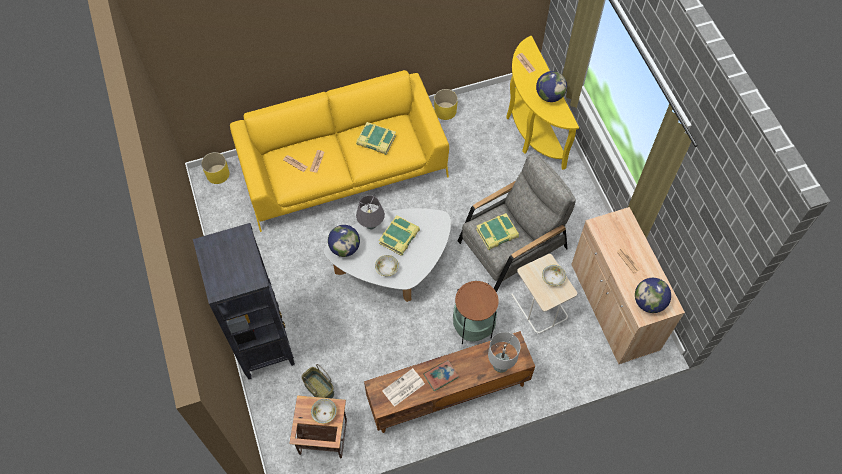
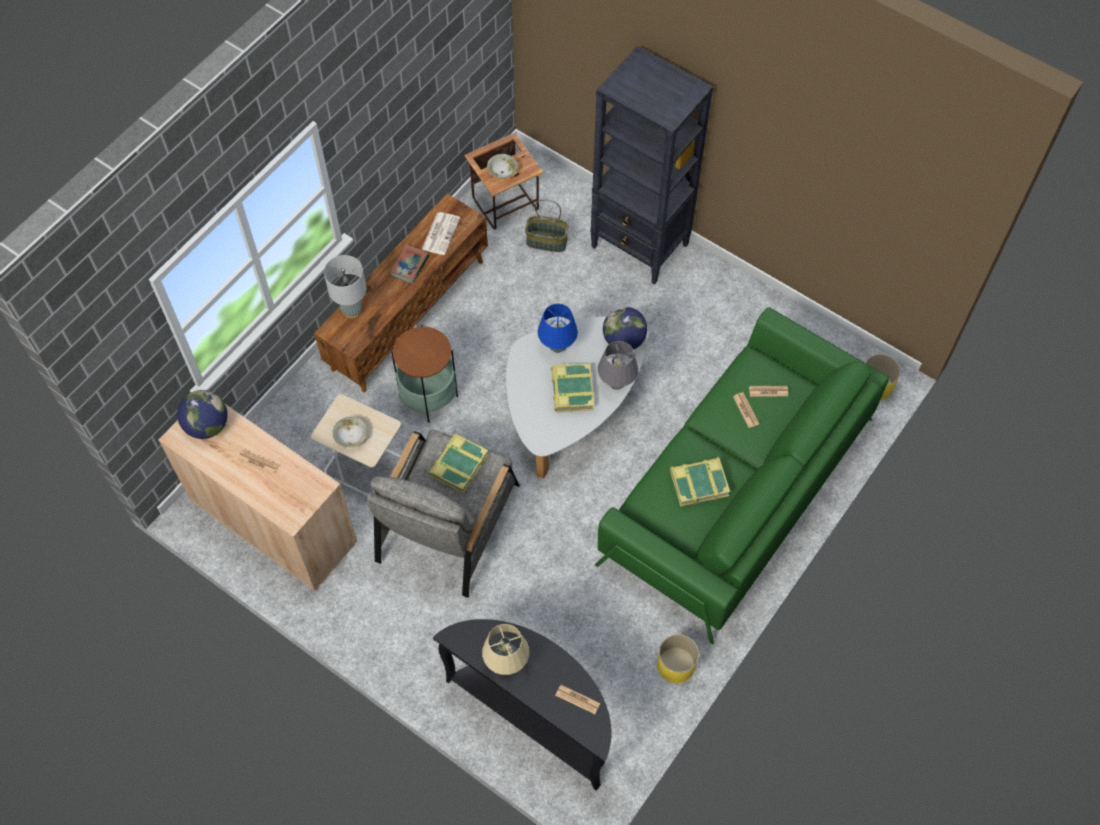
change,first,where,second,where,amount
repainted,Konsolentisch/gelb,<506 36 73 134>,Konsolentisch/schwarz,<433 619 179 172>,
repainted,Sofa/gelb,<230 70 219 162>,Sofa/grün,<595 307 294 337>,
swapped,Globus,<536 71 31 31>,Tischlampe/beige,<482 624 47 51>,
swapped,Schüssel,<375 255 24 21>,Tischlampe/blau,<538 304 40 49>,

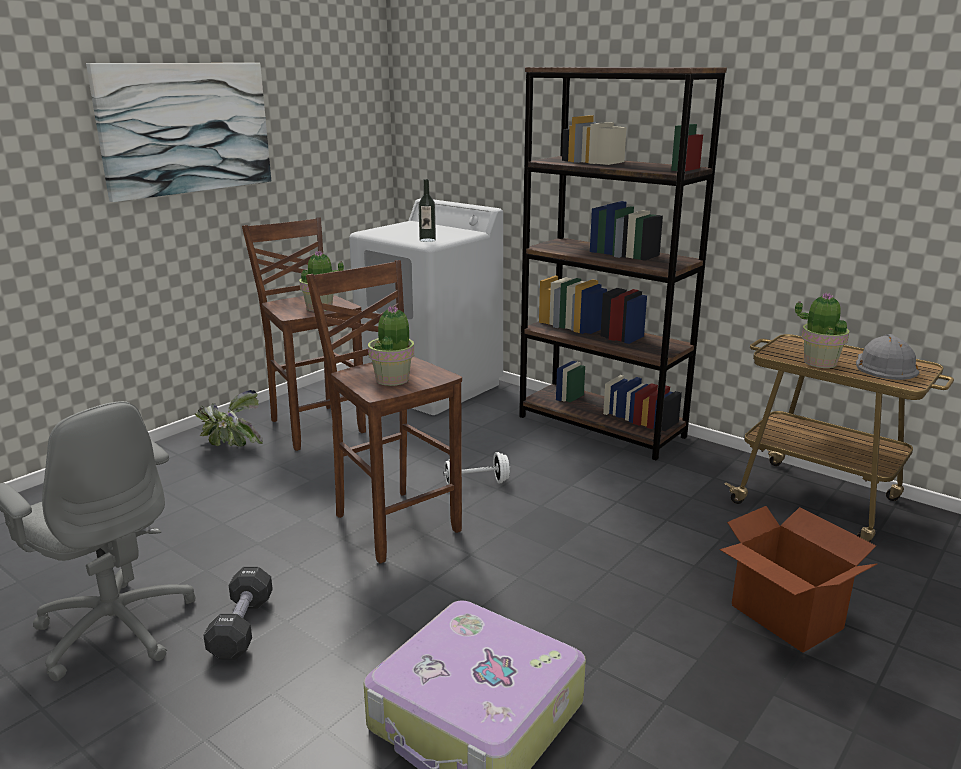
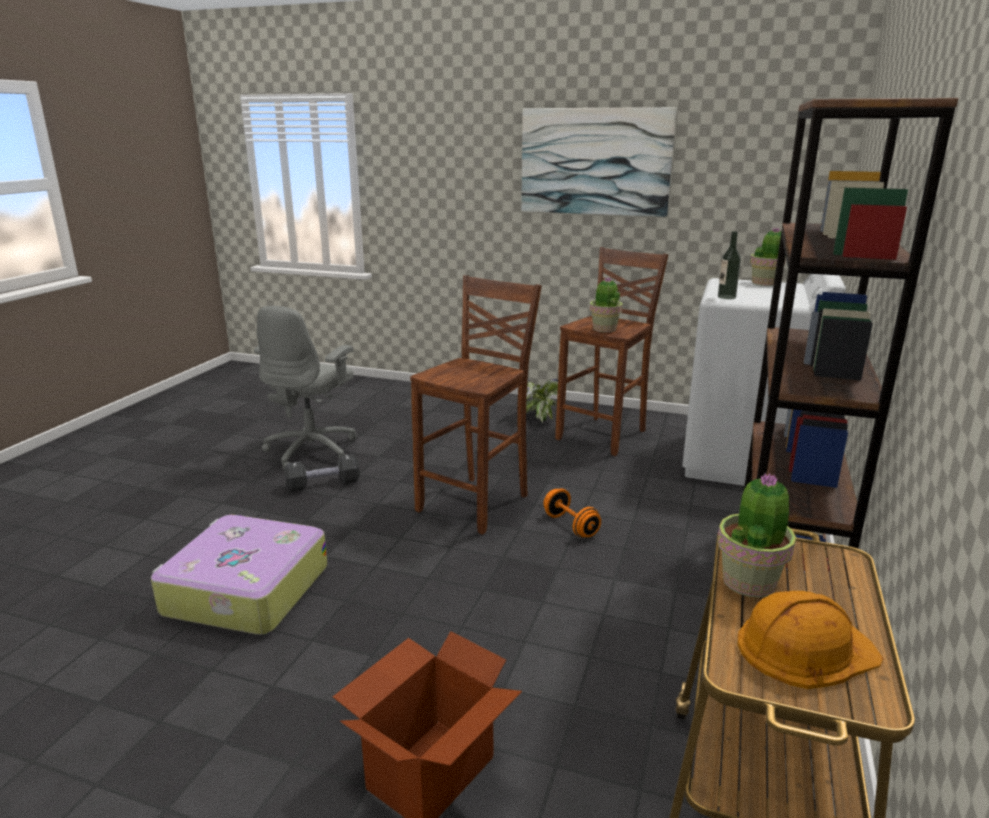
change,first,where,second,where,amount
shifted,Topfpflanze,<368 305 46 81>,,<750 228 36 58>,
repainted,Schutzhelm/grau,<856 334 64 46>,Schutzhelm/orange,<737 591 147 98>,
repainted,Hantel/weiß,<443 452 67 33>,Hantel/orange,<543 488 58 49>,

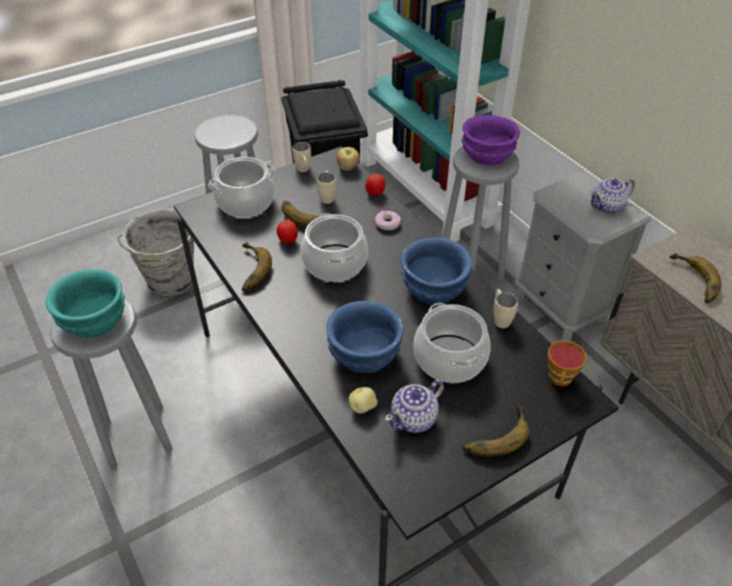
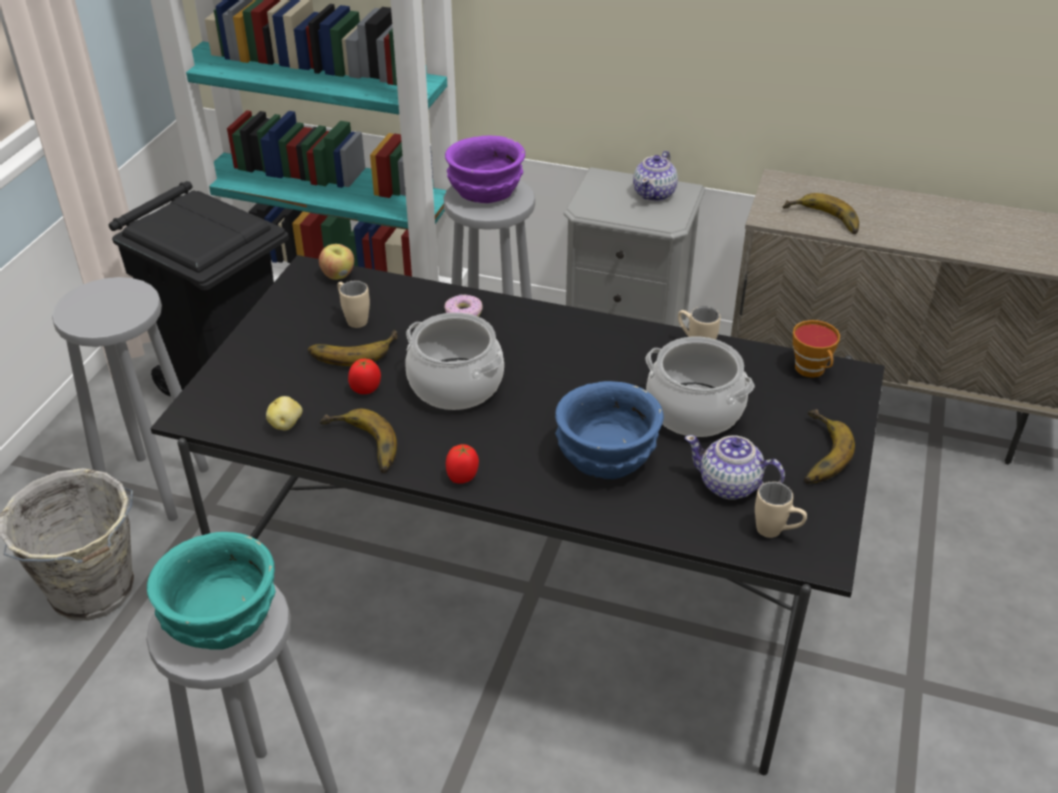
change,first,where,second,where,amount
shifted,Henkelbecher/beige,<292 142 19 30>,,<755 481 52 57>,
gone,Kochtopf,<208 157 68 61>,,,
shifted,Tomate,<365 174 20 22>,,<446 444 33 40>,
gone,Schüssel/blau,<401 237 71 68>,,,
rotated,Teekanne,<385 379 59 54>,,<685 435 100 65>,105 degrees clockwise
shifted,Kartoffel,<349 387 29 27>,,<266 396 36 34>,

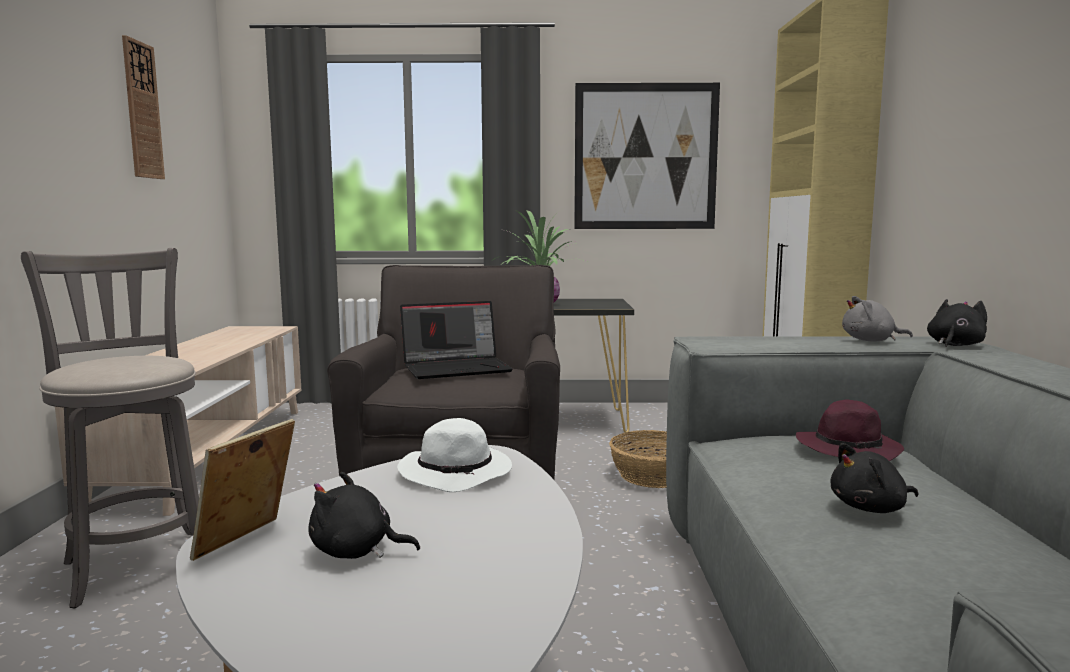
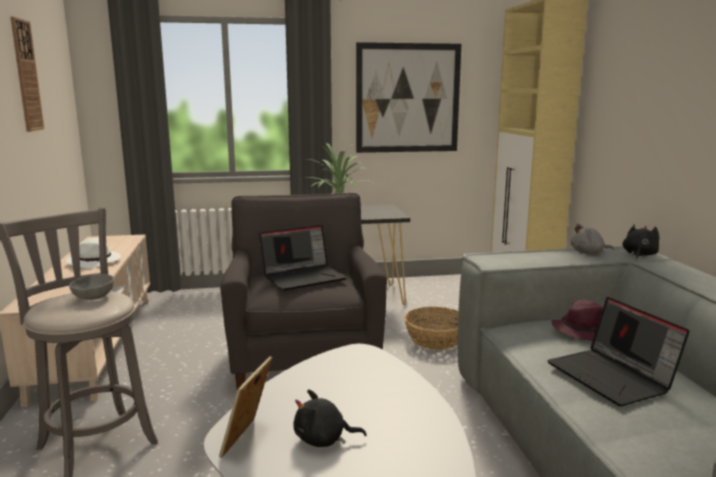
change,first,where,second,where,amount
shifted,Hut/weiß,<397 418 115 74>,,<66 238 55 31>,
swapped,Plüschtier/schwarz,<830 443 89 70>,Laptop,<547 297 143 109>,
new,,,Schüssel/grau,<69 274 45 26>,

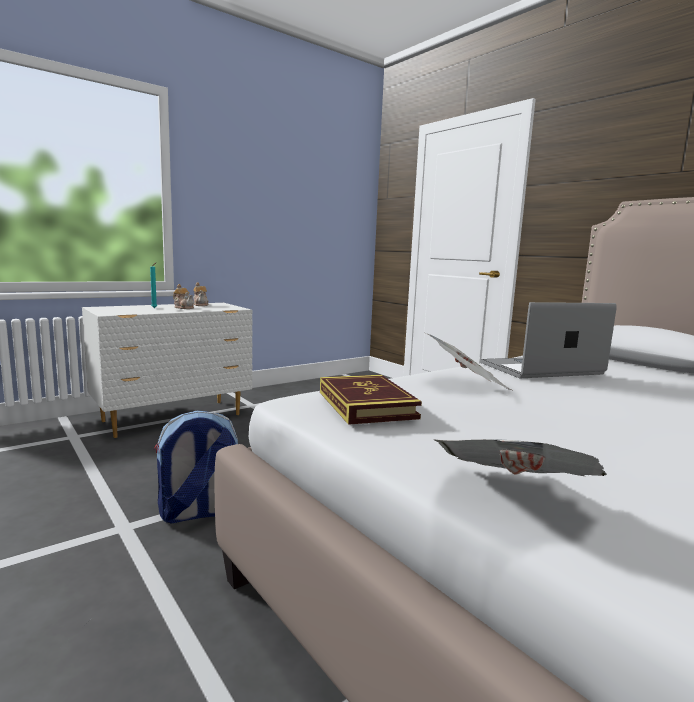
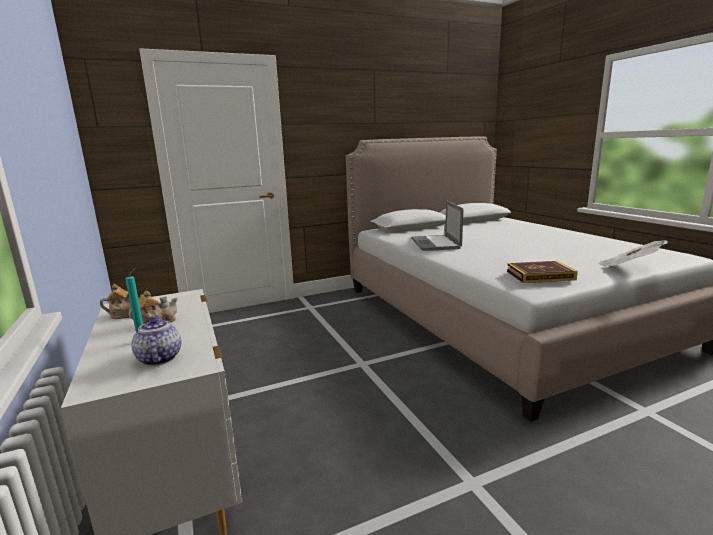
change,first,where,second,where,amount
gone,Zeitung,<426 333 86 57>,,,
gone,Rucksack,<154 410 84 113>,,,
new,,,Teekanne,<132 316 49 50>,

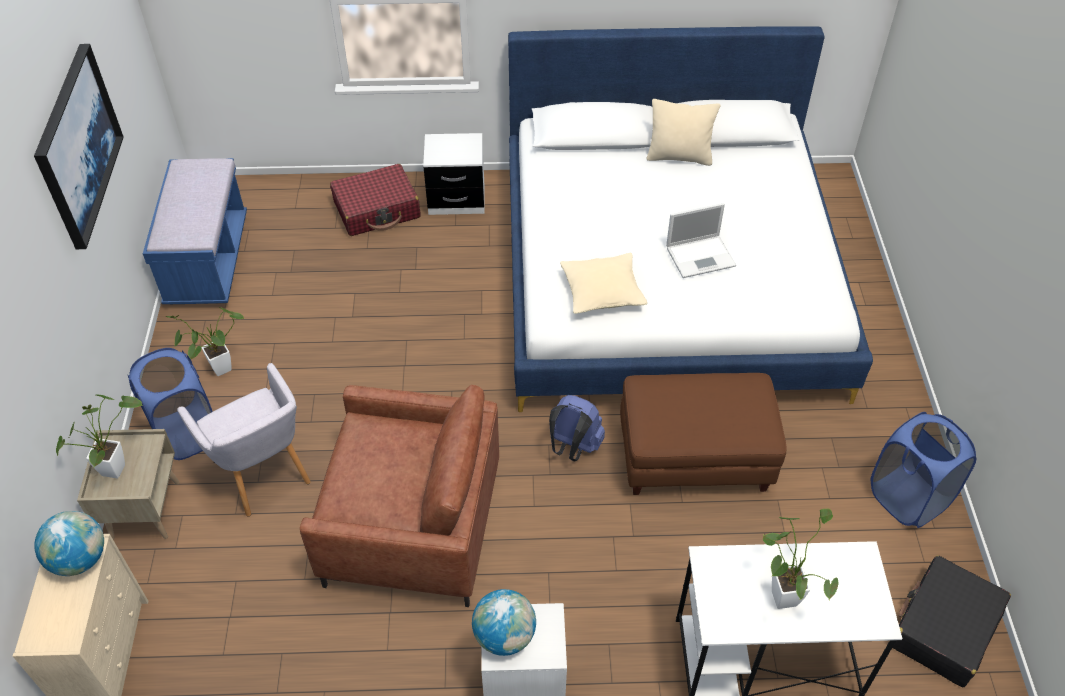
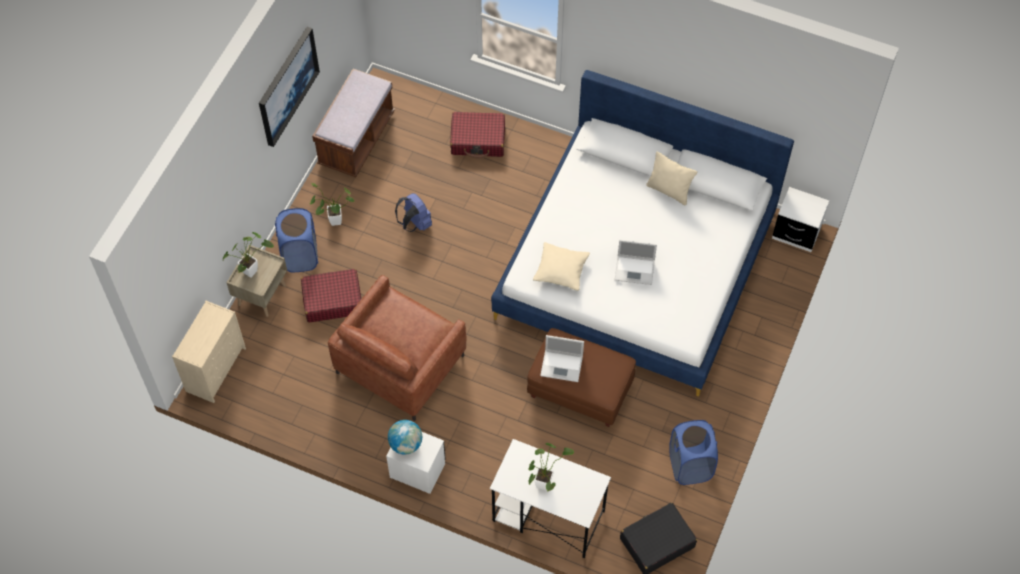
change,first,where,second,where,amount
shifted,Nachttisch/weiß,<423 133 61 82>,,<772 187 57 65>,
repainted,Bank/blau,<143 158 104 146>,Bank/braun,<312 69 83 108>,
swapped,Sessel/grau,<177 363 134 153>,Koffer/rot,<301 269 60 53>,
rotated,Sessel/braun,<300 385 199 222>,,<328 275 139 146>,90 degrees clockwise
shifted,Rucksack/blau,<549 395 56 67>,,<395 193 37 39>,
gone,Globus,<35 511 69 65>,,,
new,,,Laptop,<540 335 44 47>,

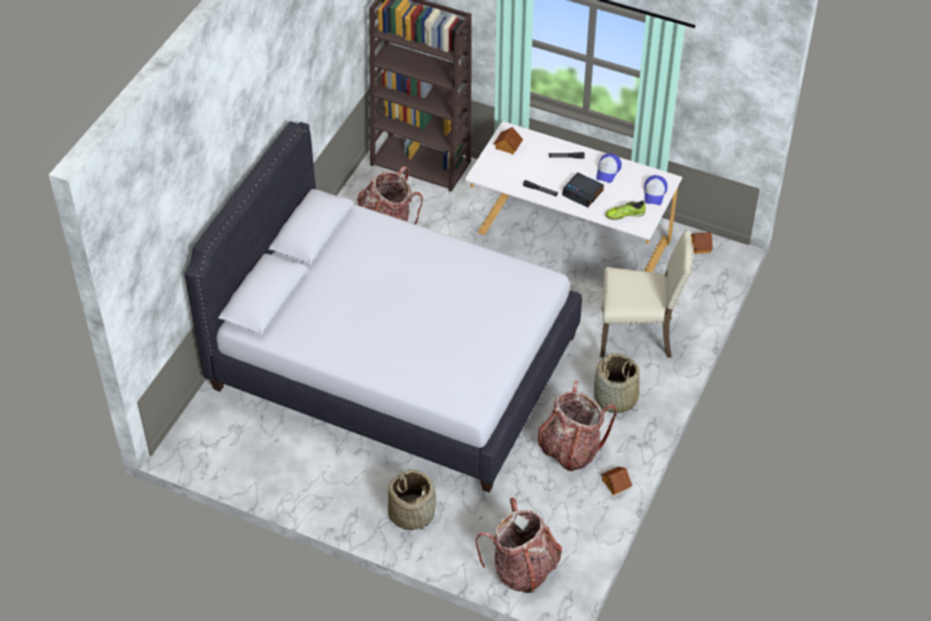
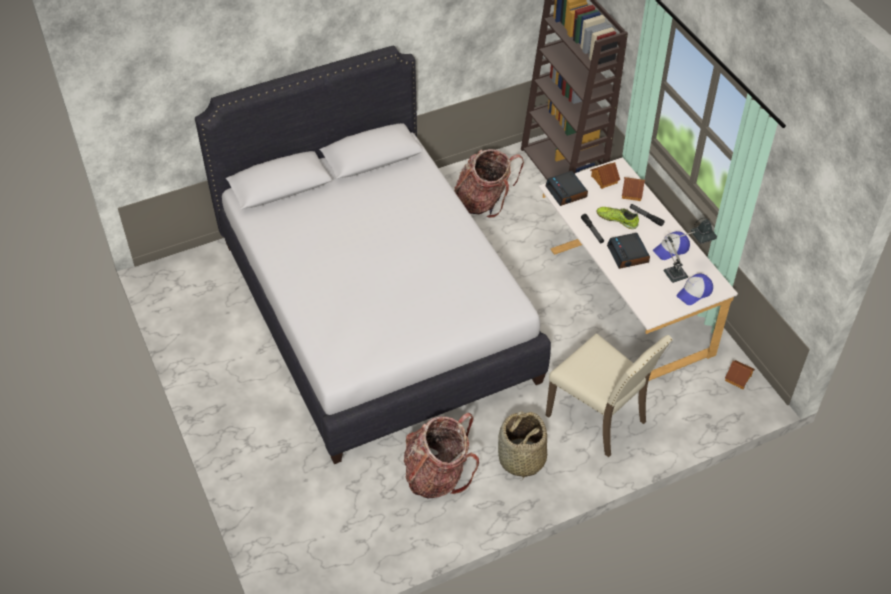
change,first,where,second,where,amount
shifted,Schuh,<606 200 40 20>,,<597 207 42 22>,
shifted,Spielzeughaus,<601 467 31 28>,,<622 177 23 24>,
gone,Korb,<388 469 48 61>,,,
gone,Rucksack,<476 498 86 95>,,,
new,,,Wecker,<545 171 43 35>,
new,,,Tischlampe,<664 218 53 65>,

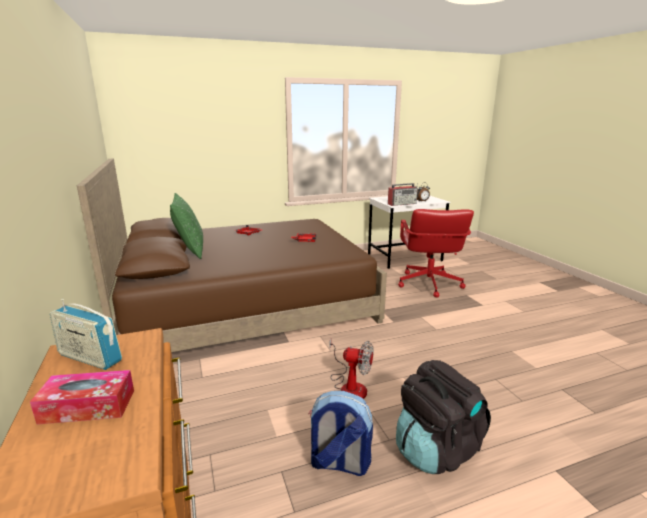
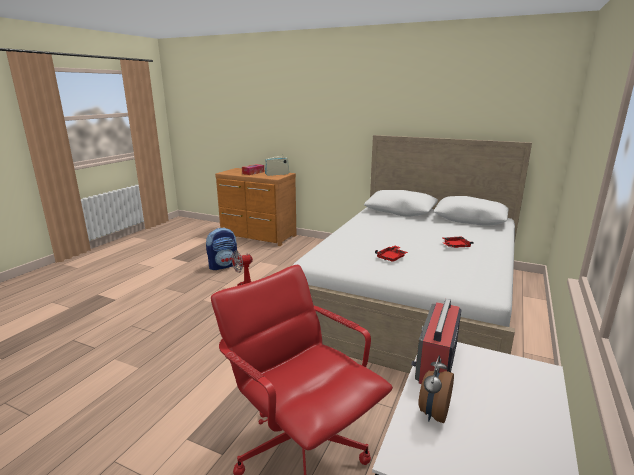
change,first,where,second,where,amount
repainted,Bett/braun,<77 159 310 193>,Bett/weiß,<292 135 240 239>,
gone,Kissen/grün,<170 193 33 66>,,,
gone,Rucksack/schwarz,<396 360 95 114>,,,

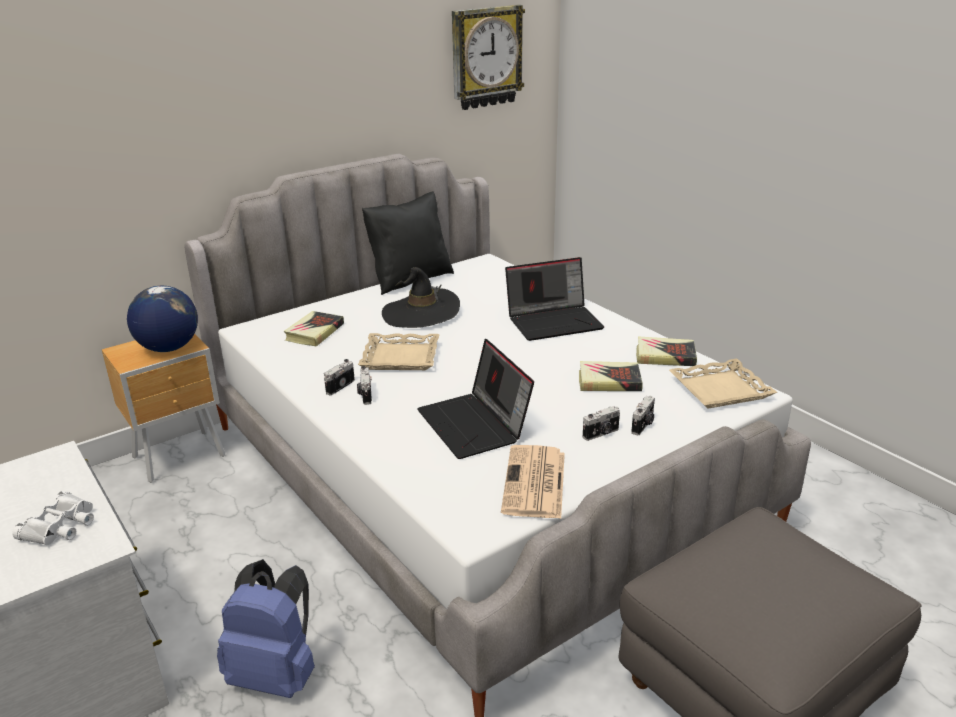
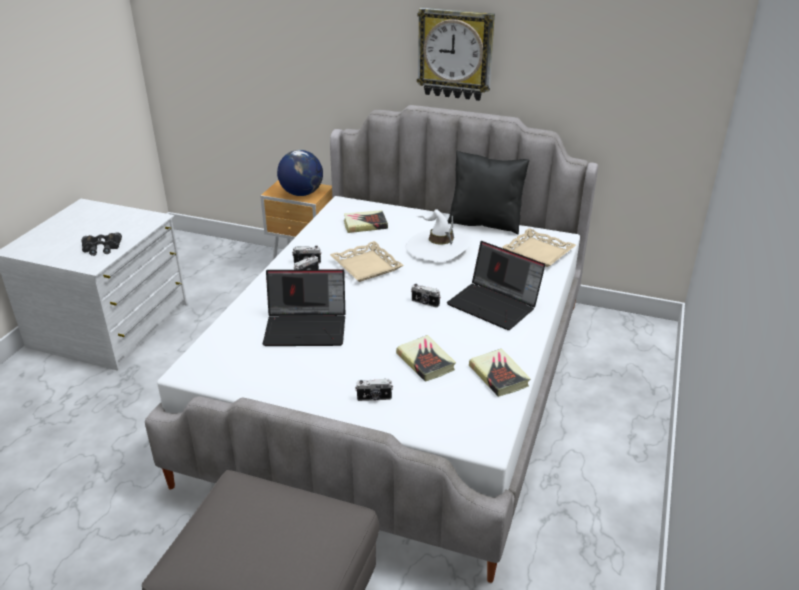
change,first,where,second,where,amount
shifted,Wanduhr,<452 5 73 105>,,<417 8 78 93>,
repainted,Hut/schwarz,<382 267 78 61>,Hut/weiß,<405 209 66 53>,
rotated,Laptop,<417 339 117 120>,,<263 269 82 77>,120 degrees counterclockwise
shifted,Tablett/beige,<669 358 109 51>,,<502 228 74 39>,
shifted,Kamera,<583 406 37 35>,,<411 284 30 24>,
gone,Zeitung,<501 445 64 74>,,,
repainted,Fernglas/weiß,<12 491 82 54>,Fernglas/schwarz,<81 232 41 24>,
gone,Rucksack/blau,<217 559 98 139>,,,

